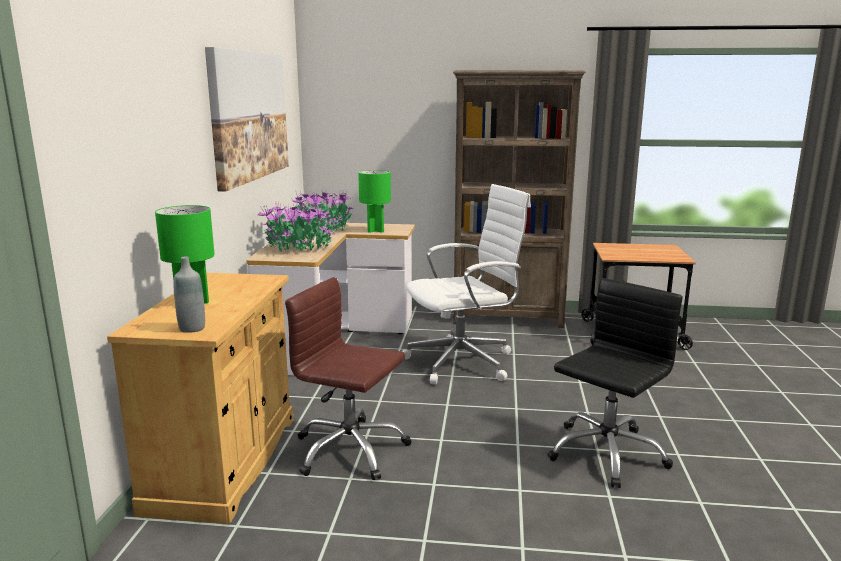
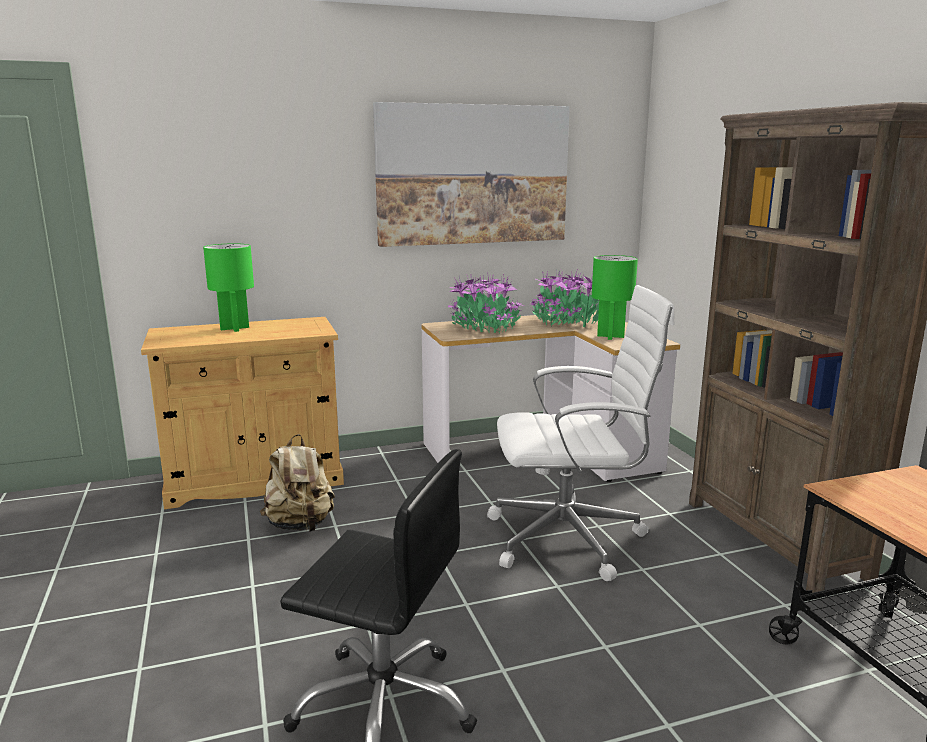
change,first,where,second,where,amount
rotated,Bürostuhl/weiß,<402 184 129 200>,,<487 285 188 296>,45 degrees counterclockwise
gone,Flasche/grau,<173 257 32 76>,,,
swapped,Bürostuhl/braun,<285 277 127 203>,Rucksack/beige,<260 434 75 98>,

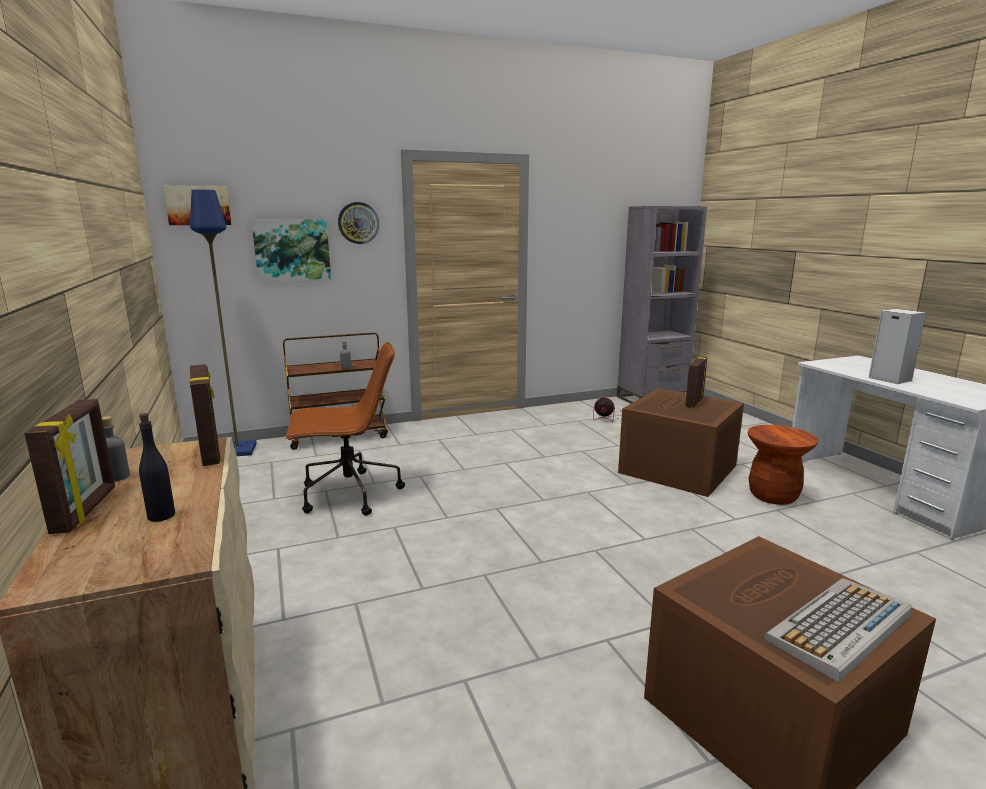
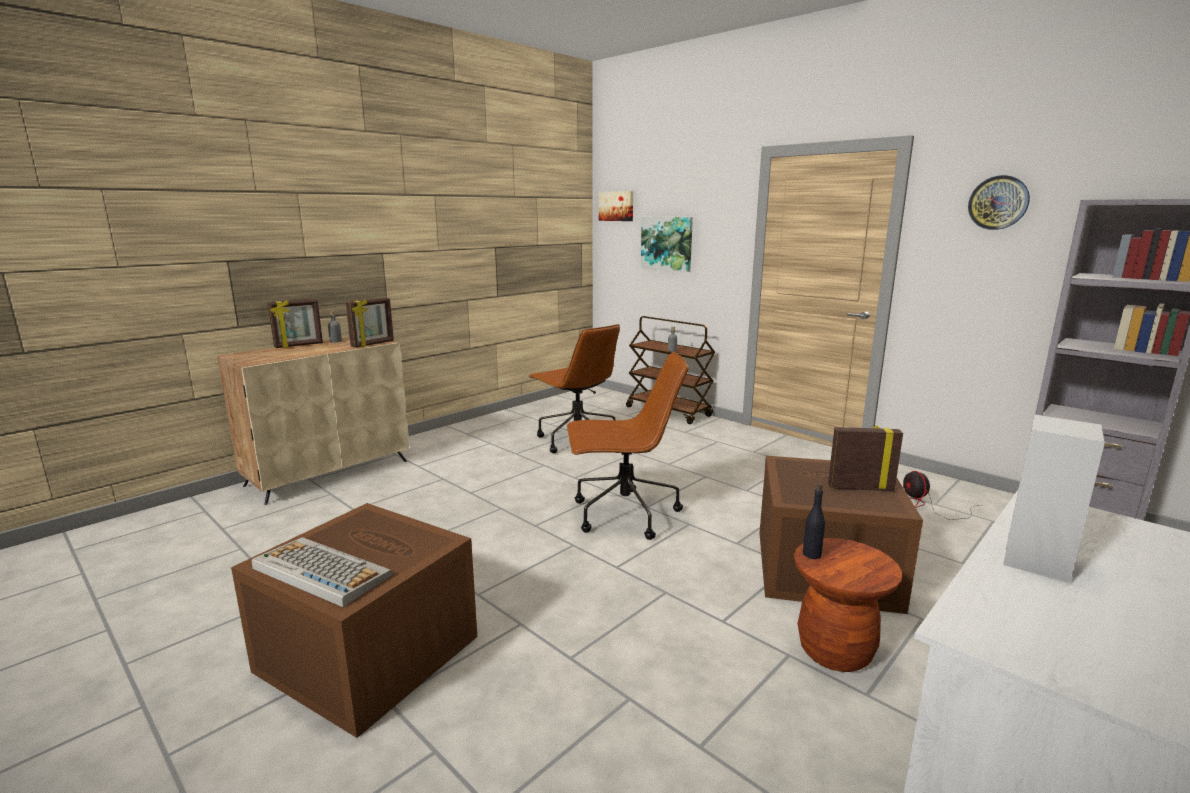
change,first,where,second,where,amount
gone,Stehlampe/blau,<190 190 67 266>,,,
shifted,Wanduhr,<338 202 41 42>,,<968 175 62 55>,
shifted,Flasche/schwarz,<139 413 36 109>,,<803 483 22 76>,
new,,,Bürostuhl/braun,<567 352 122 188>,

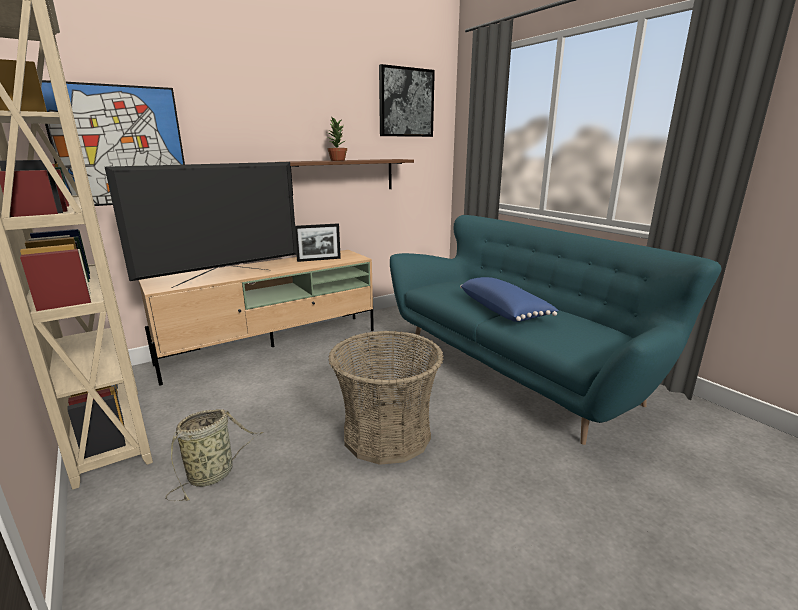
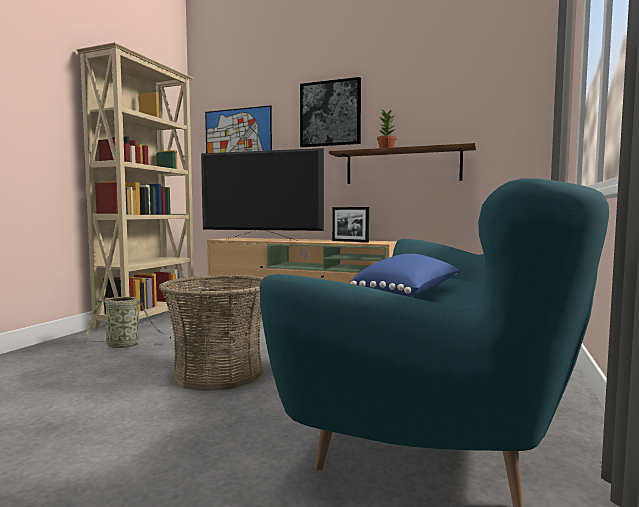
change,first,where,second,where,amount
shifted,Bild,<379 64 56 73>,,<300 77 61 70>,

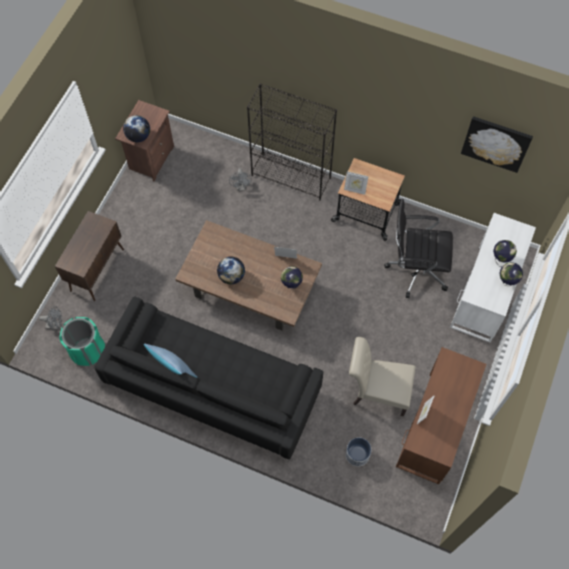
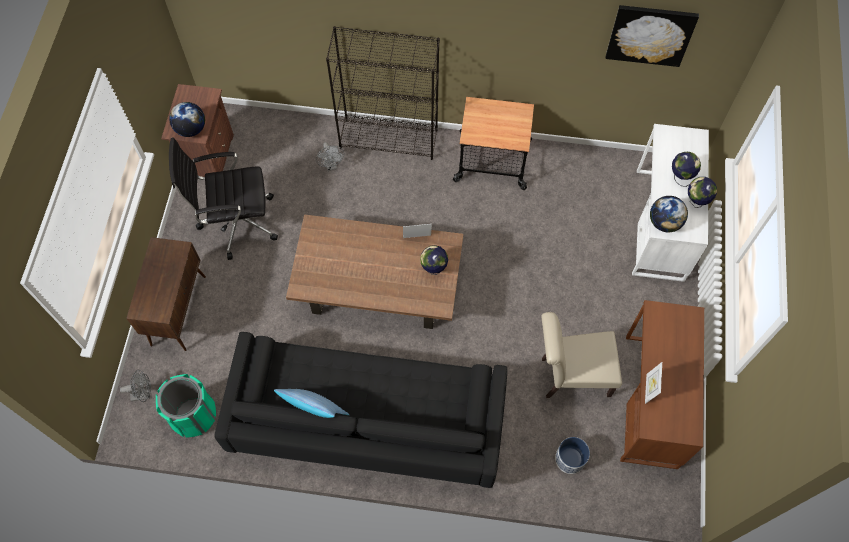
change,first,where,second,where,amount
gone,Bilderrahmen,<344 171 25 24>,,,
shifted,Bürostuhl/schwarz,<384 199 69 99>,,<169 137 109 123>,
shifted,Globus,<217 257 28 27>,,<650 196 38 36>,

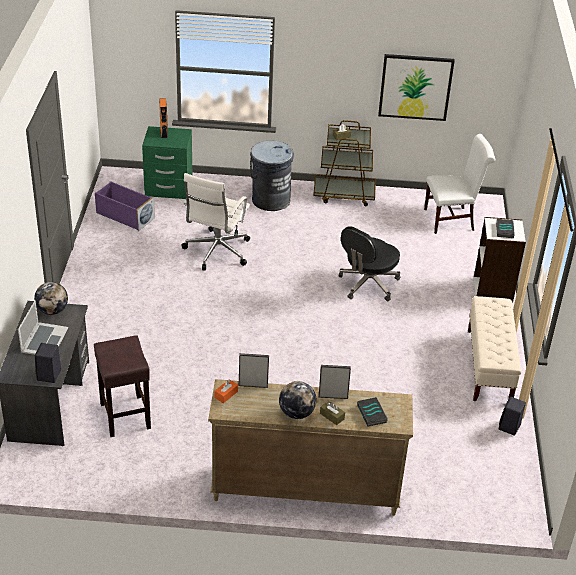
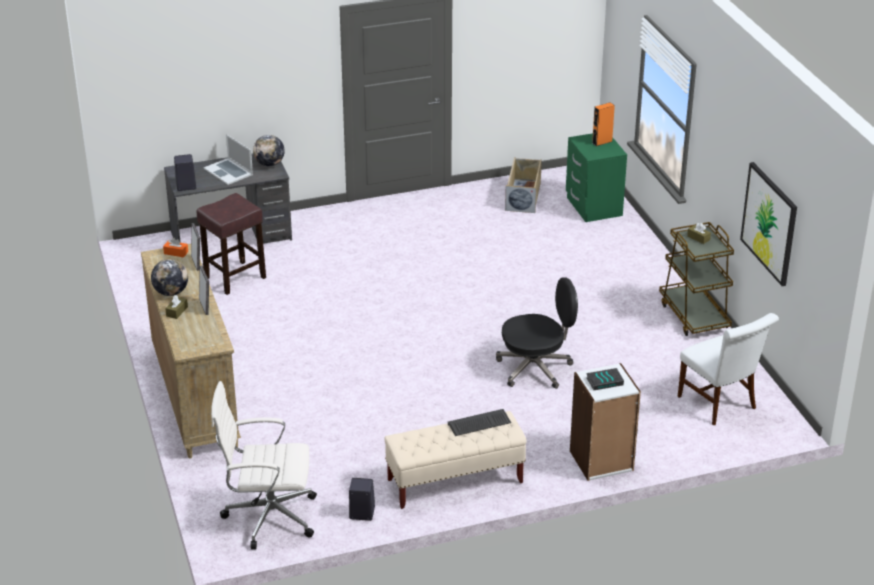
change,first,where,second,where,amount
gone,Mülleimer/grau,<250 141 44 70>,,,
shifted,Bürostuhl/weiß,<182 173 68 97>,,<211 381 106 169>,
repainted,Aufbewahrungsbox/lila,<95 181 60 50>,Aufbewahrungsbox/beige,<505 157 37 56>,
rotated,Bürostuhl/schwarz,<339 226 61 75>,,<496 277 82 112>,150 degrees clockwise
rotated,Laptop,<18 300 50 55>,,<204 134 49 51>,60 degrees clockwise
gone,Buch,<357 397 31 30>,,,
new,,,Tastatur,<448 409 63 27>,

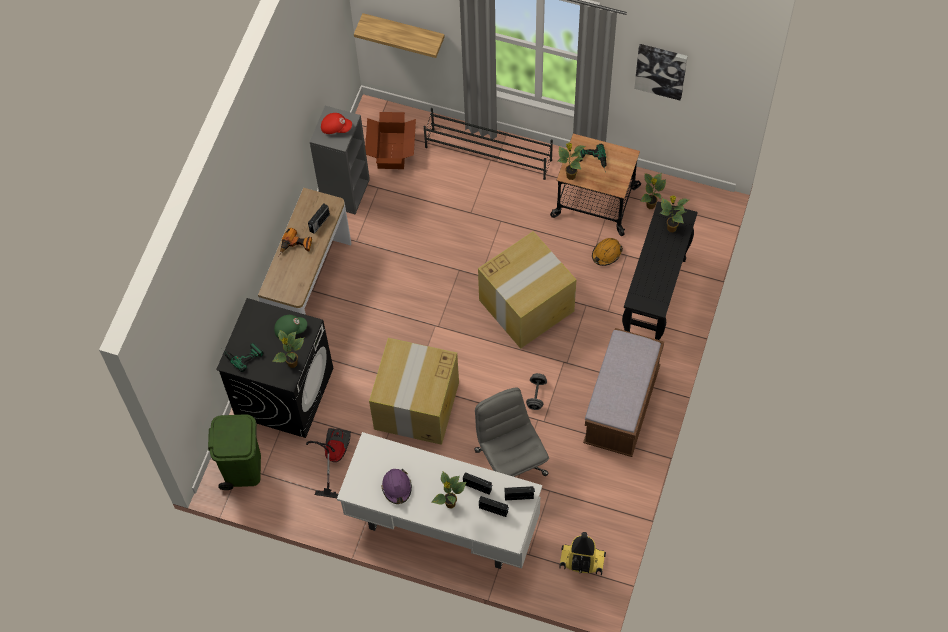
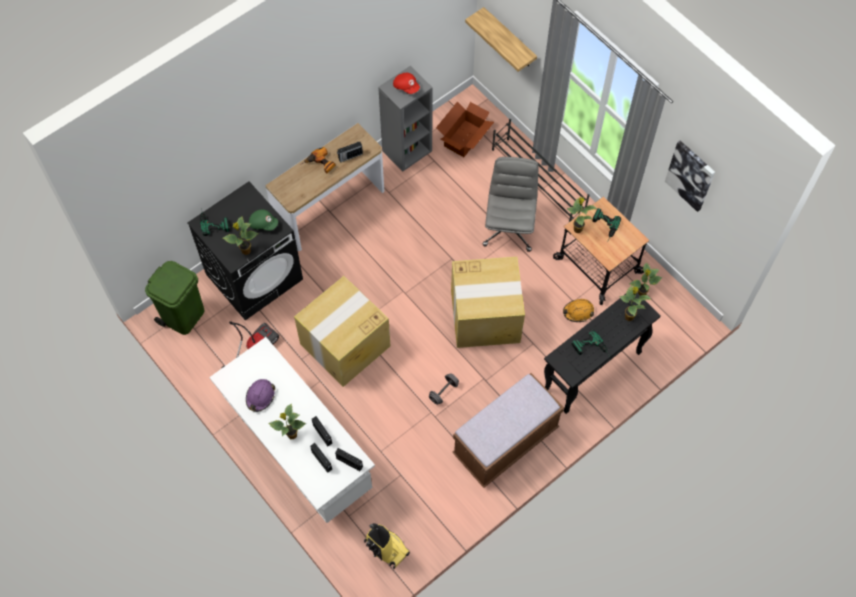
change,first,where,second,where,amount
shifted,Bürostuhl/grau,<474 387 75 90>,,<483 157 56 95>,
new,,,Bohrmaschine,<571 330 38 25>,

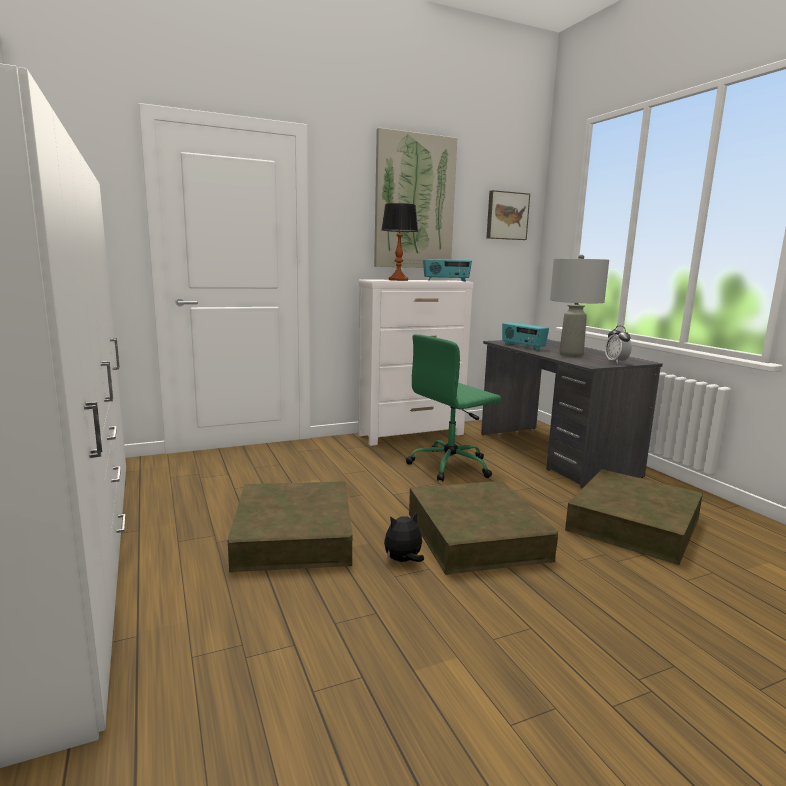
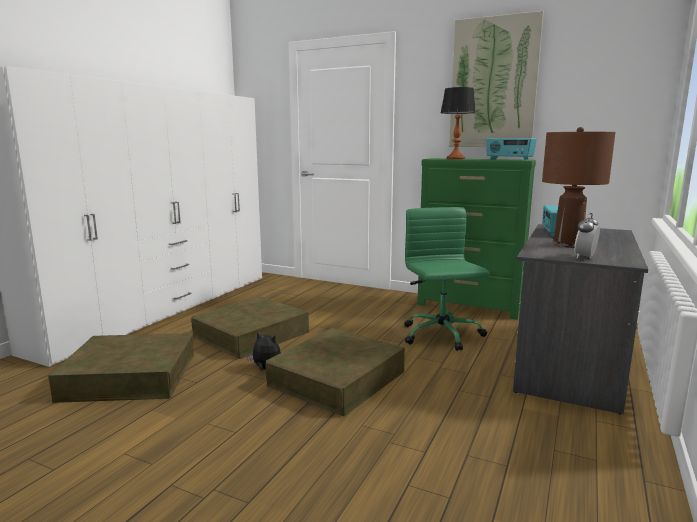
change,first,where,second,where,amount
gone,Bild,<486 190 44 50>,,,
repainted,Tischlampe/grau,<550 255 59 102>,Tischlampe/braun,<542 127 73 121>,
repainted,Kommode/weiß,<358 279 115 167>,Kommode/grün,<417 158 119 162>,
rotated,Bürostuhl/grün,<406 334 95 148>,,<404 207 86 144>,60 degrees clockwise
shifted,Aufbewahrungsbox/braun,<565 469 138 96>,,<48 333 146 70>,

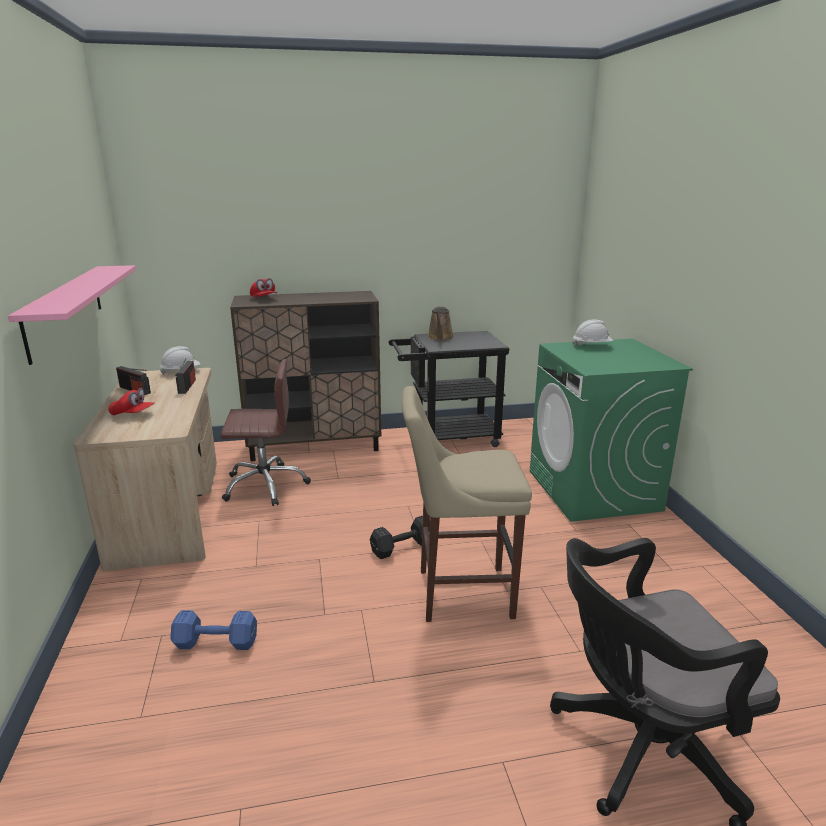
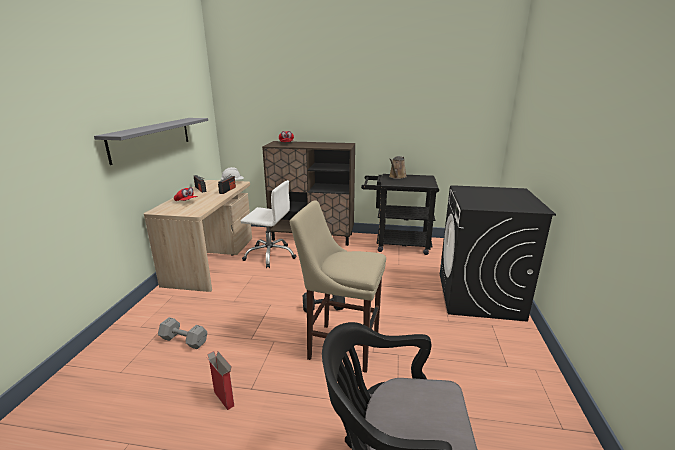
change,first,where,second,where,amount
repainted,Wandregal/rosa,<8 265 128 100>,Wandregal/grau,<94 118 114 47>,
gone,Schutzhelm/weiß,<572 319 41 28>,,,
repainted,Waschmaschine/grün,<530 339 163 183>,Waschmaschine/schwarz,<440 185 116 137>,
repainted,Bürostuhl/braun,<221 359 90 147>,Bürostuhl/weiß,<241 180 55 88>,
repainted,Hantel/blau,<170 610 87 40>,Hantel/grau,<158 317 49 32>,
new,,,Karton,<206 351 28 59>,

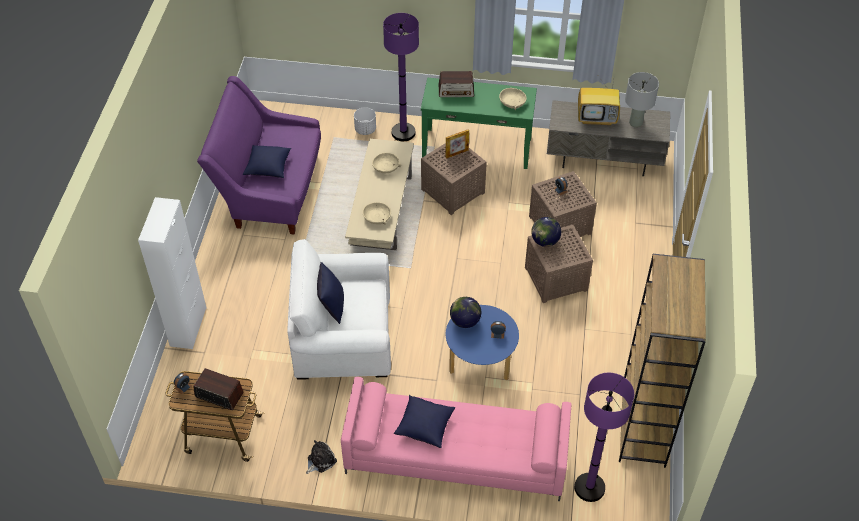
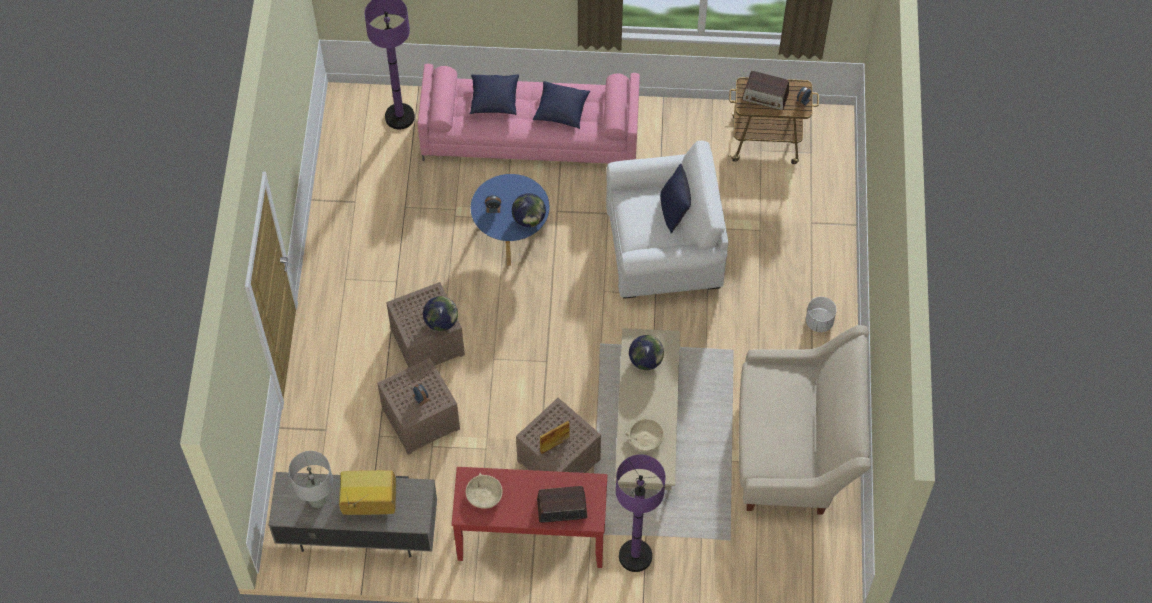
change,first,where,second,where,amount
repainted,Sofa/lila,<197 76 124 158>,Sofa/beige,<739 325 132 190>,
repainted,Konsolentisch/grün,<421 78 116 91>,Konsolentisch/rot,<452 467 155 101>,
shifted,Pflanzkübel/weiß,<354 107 22 28>,,<806 297 30 35>,
shifted,Kissen/blau,<243 145 48 33>,,<469 74 50 41>,
gone,Schrank/weiß,<138 197 68 152>,,,
swapped,Schüssel/beige,<363 202 28 23>,Globus,<629 335 35 35>,
gone,Bücherregal/braun,<619 254 87 214>,,,
gone,Plüschtier,<306 440 31 34>,,,

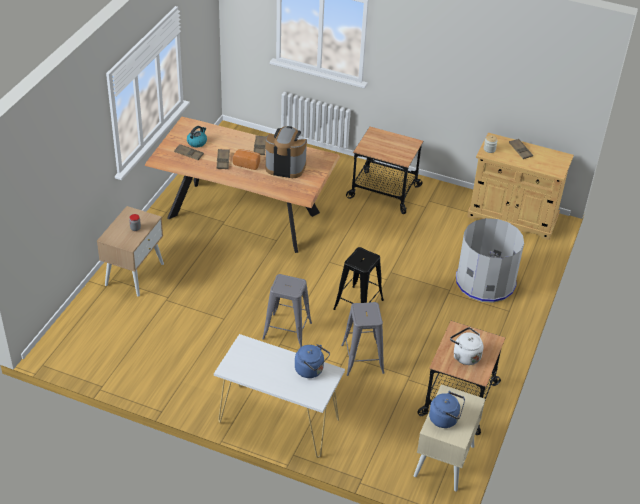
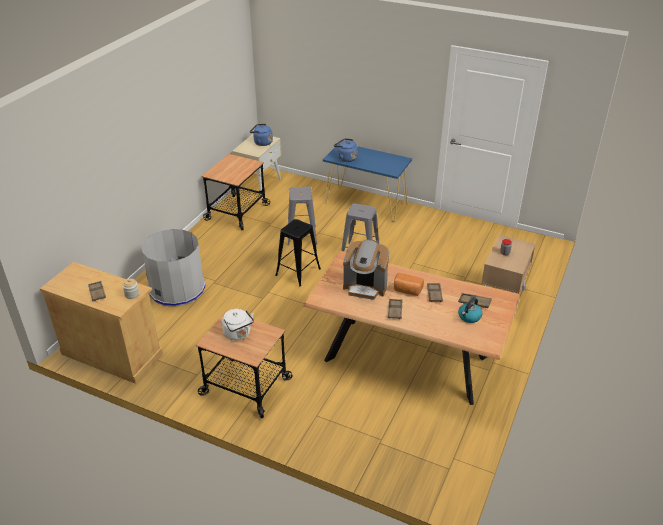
change,first,where,second,where,amount
shifted,Wasserkessel/weiß,<450 327 33 38>,,<222 309 32 31>,
repainted,Konsolentisch/weiß,<214 334 131 124>,Konsolentisch/blau,<323 143 89 79>,

